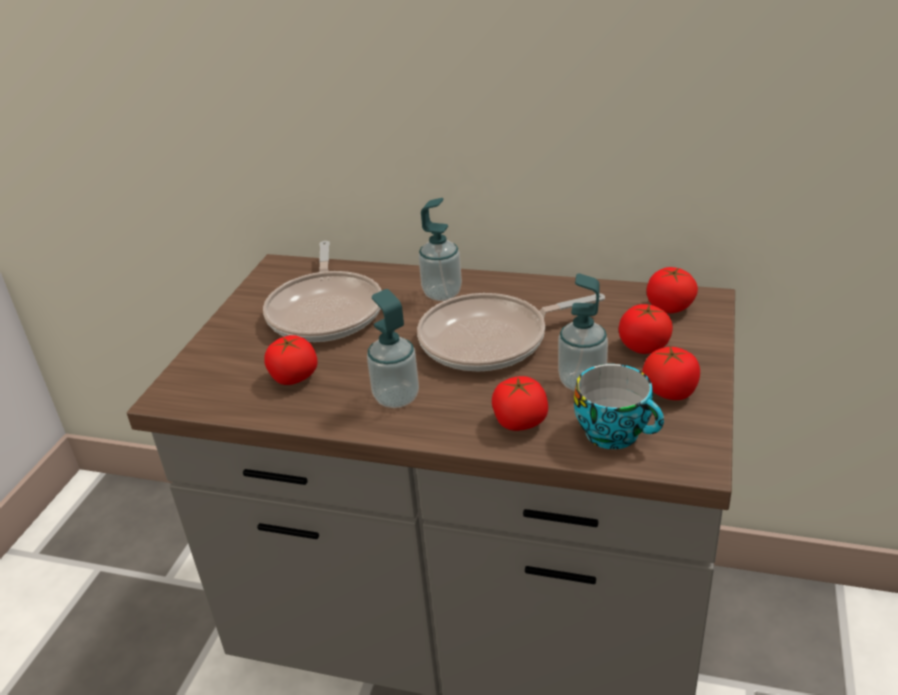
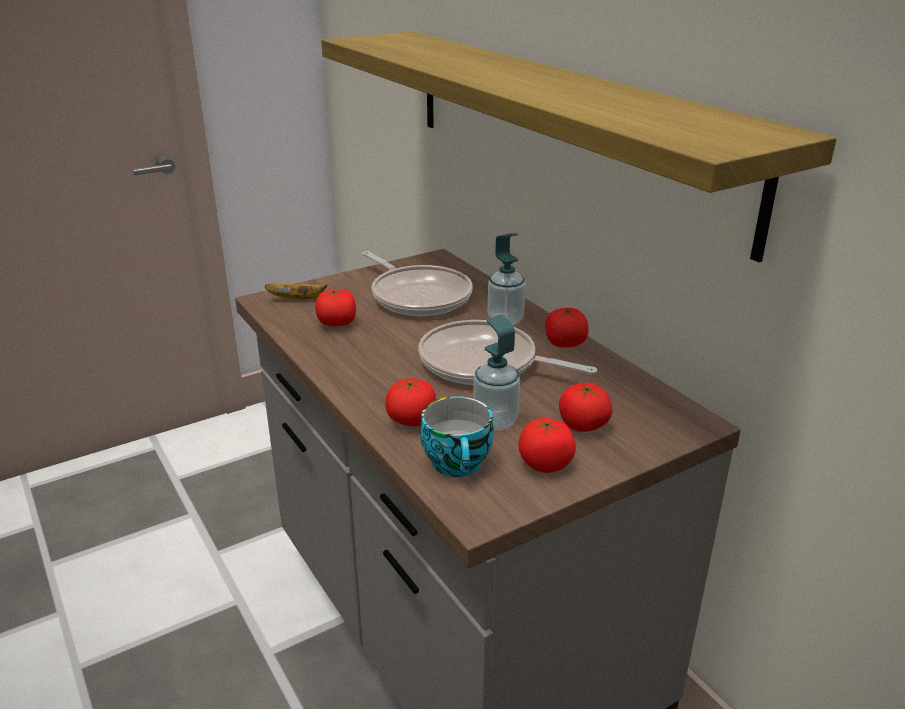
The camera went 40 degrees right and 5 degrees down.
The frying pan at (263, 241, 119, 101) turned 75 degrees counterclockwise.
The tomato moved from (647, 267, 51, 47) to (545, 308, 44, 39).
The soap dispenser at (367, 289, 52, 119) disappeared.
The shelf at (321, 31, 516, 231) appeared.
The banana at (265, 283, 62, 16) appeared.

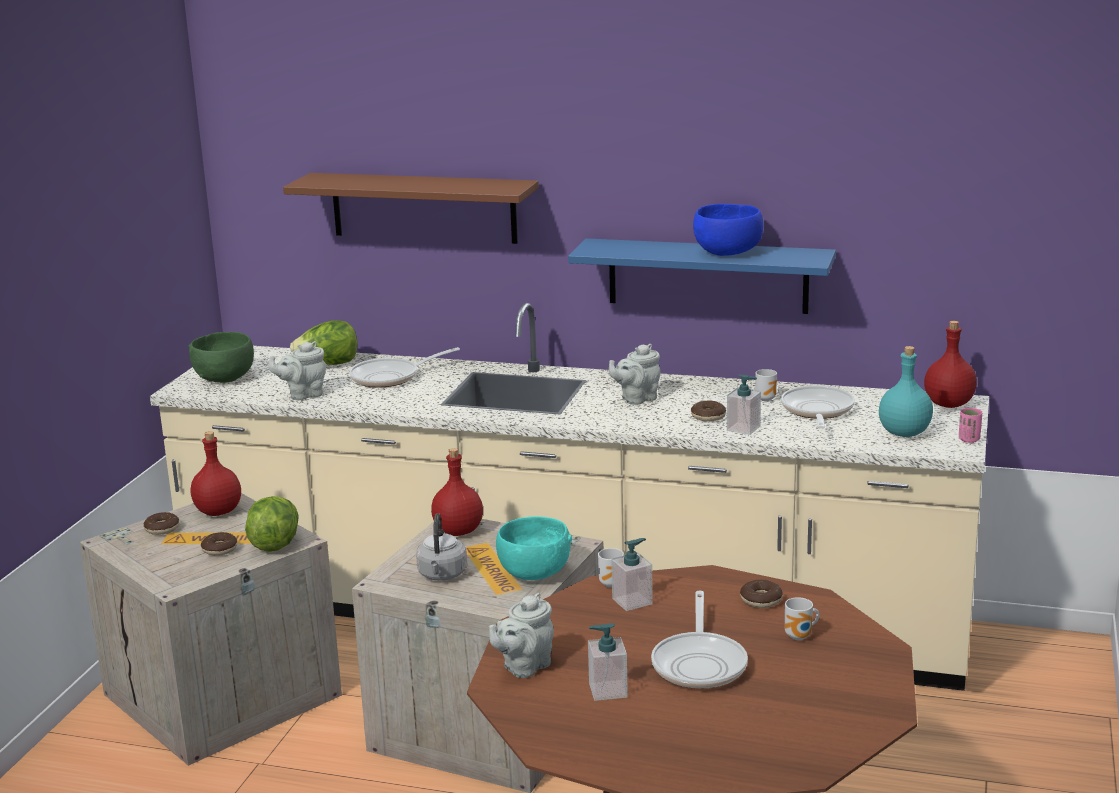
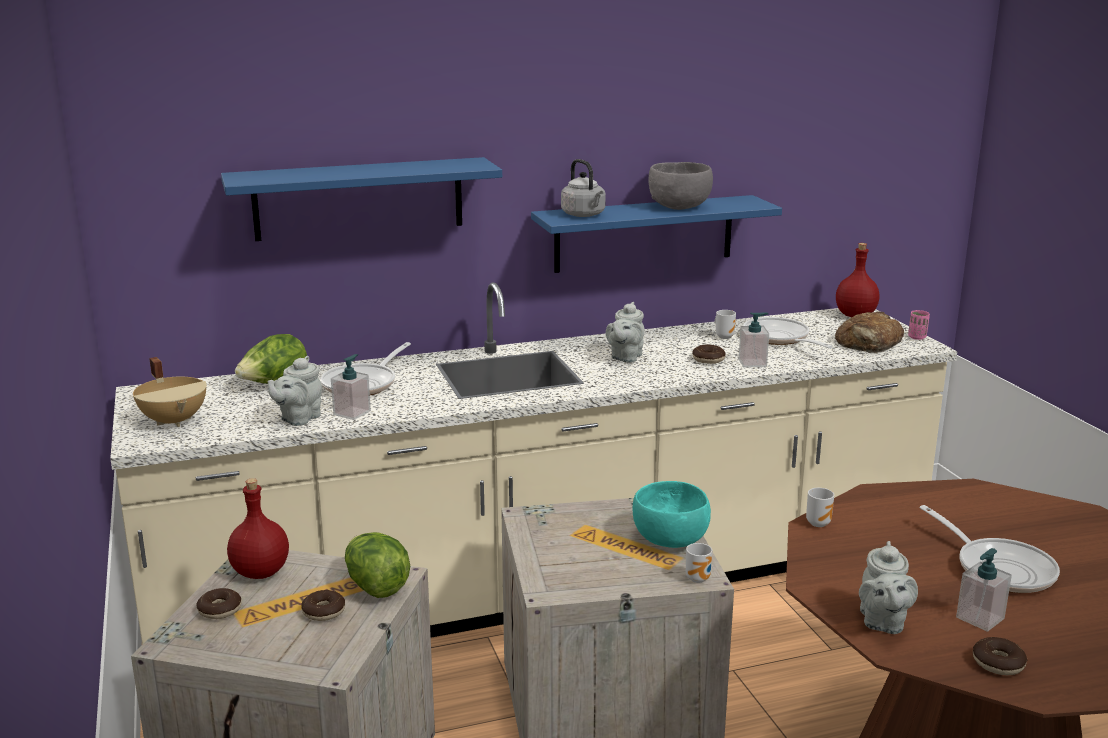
The camera went 35 degrees left and 0 degrees up.
The shelf (brown) at (283, 173, 256, 71) became the shelf (blue) at (221, 157, 281, 84).
The bowl (blue) at (693, 204, 70, 52) became the bowl (grey) at (649, 162, 64, 48).
The bowl (green) at (188, 332, 66, 51) was replaced by the cooking pot (beige) at (133, 357, 74, 70).
The bottle (turquoise) at (879, 346, 54, 91) was replaced by the bread at (835, 312, 69, 41).
The bottle (red) at (431, 448, 52, 88) disappeared.
The kettle (grey) moved from (416, 513, 51, 68) to (561, 159, 45, 58).
The soap dispenser moved from (611, 538, 42, 73) to (331, 354, 40, 66).
The donut moved from (740, 580, 43, 28) to (973, 637, 54, 38).
The mug moved from (785, 597, 34, 43) to (686, 543, 26, 40).

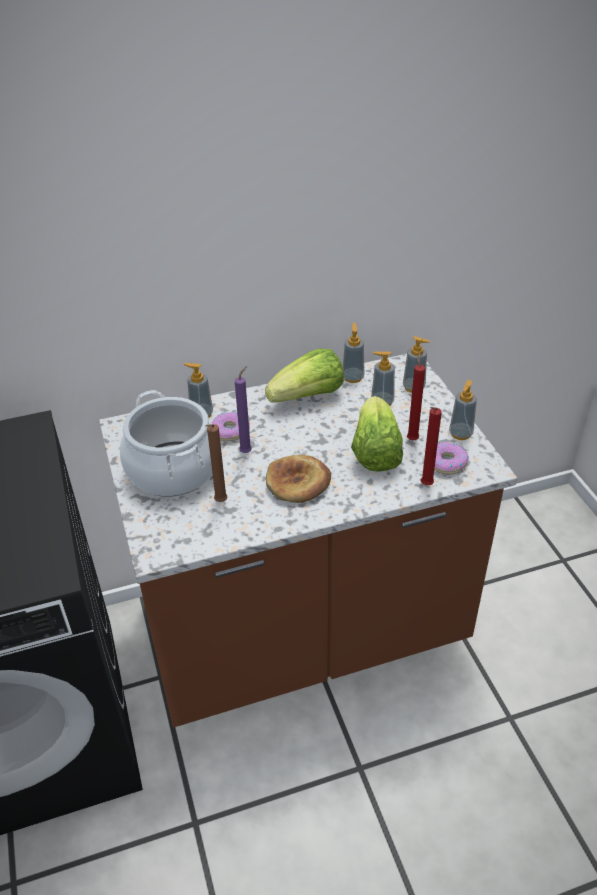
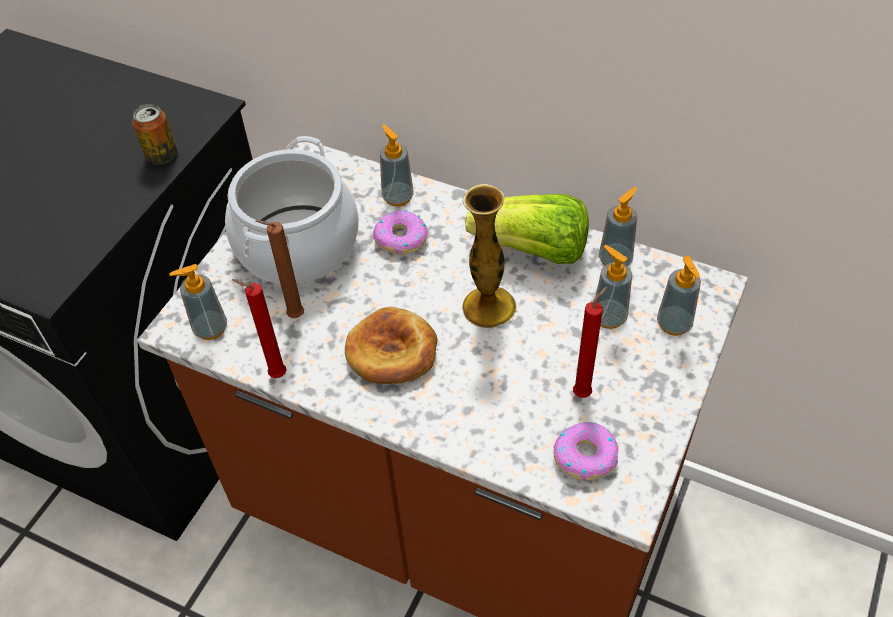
The camera went 45 degrees right and 10 degrees up.
The candle (purple) at (235, 366, 17, 87) disappeared.
The soap dispenser moved from (449, 380, 28, 60) to (169, 264, 58, 76).
The lettuce at (351, 396, 52, 76) disappeared.
The candle (red) moved from (421, 407, 21, 78) to (232, 279, 55, 99).
The can at (132, 104, 45, 60) appeared.
The vase at (462, 184, 55, 145) appeared.

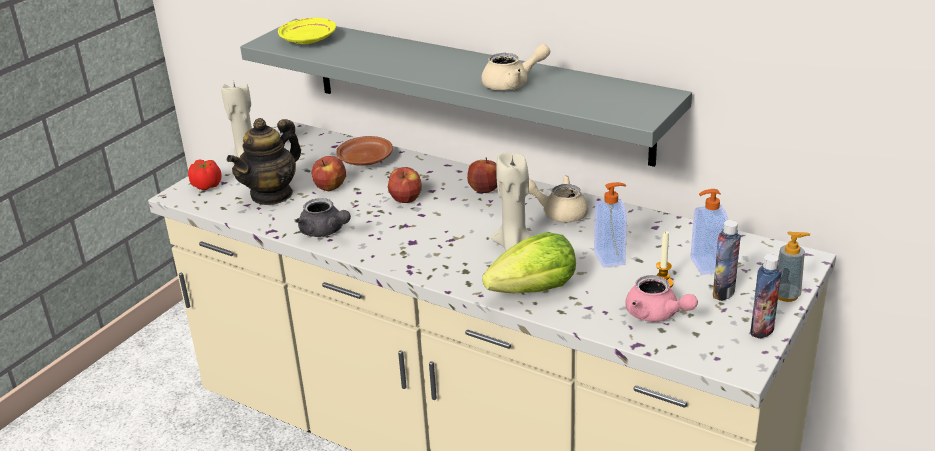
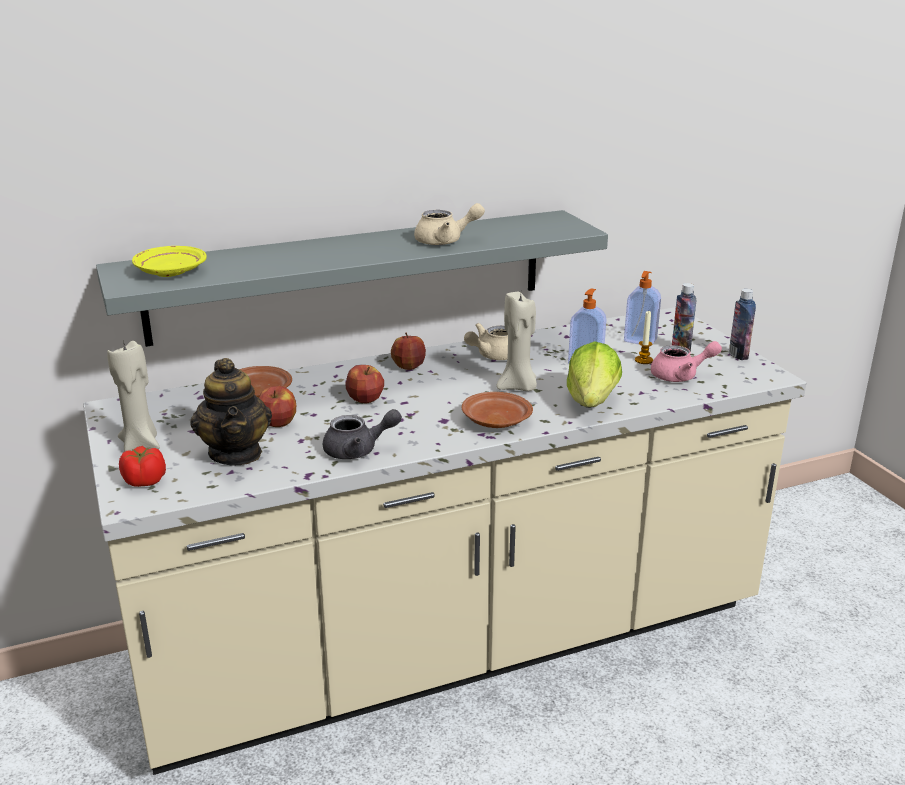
The camera went 55 degrees left and 5 degrees down.
The teapot (beige) at (481, 44, 69, 47) turned 60 degrees clockwise.
The soap dispenser at (778, 232, 32, 70) disappeared.
The plate (brown) at (461, 392, 72, 36) appeared.

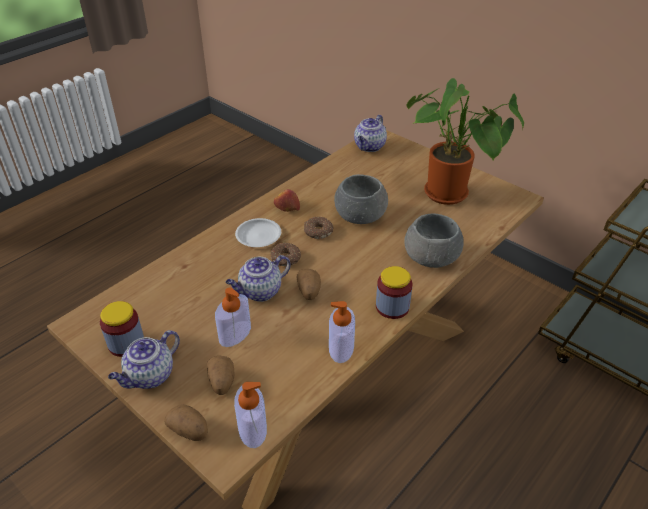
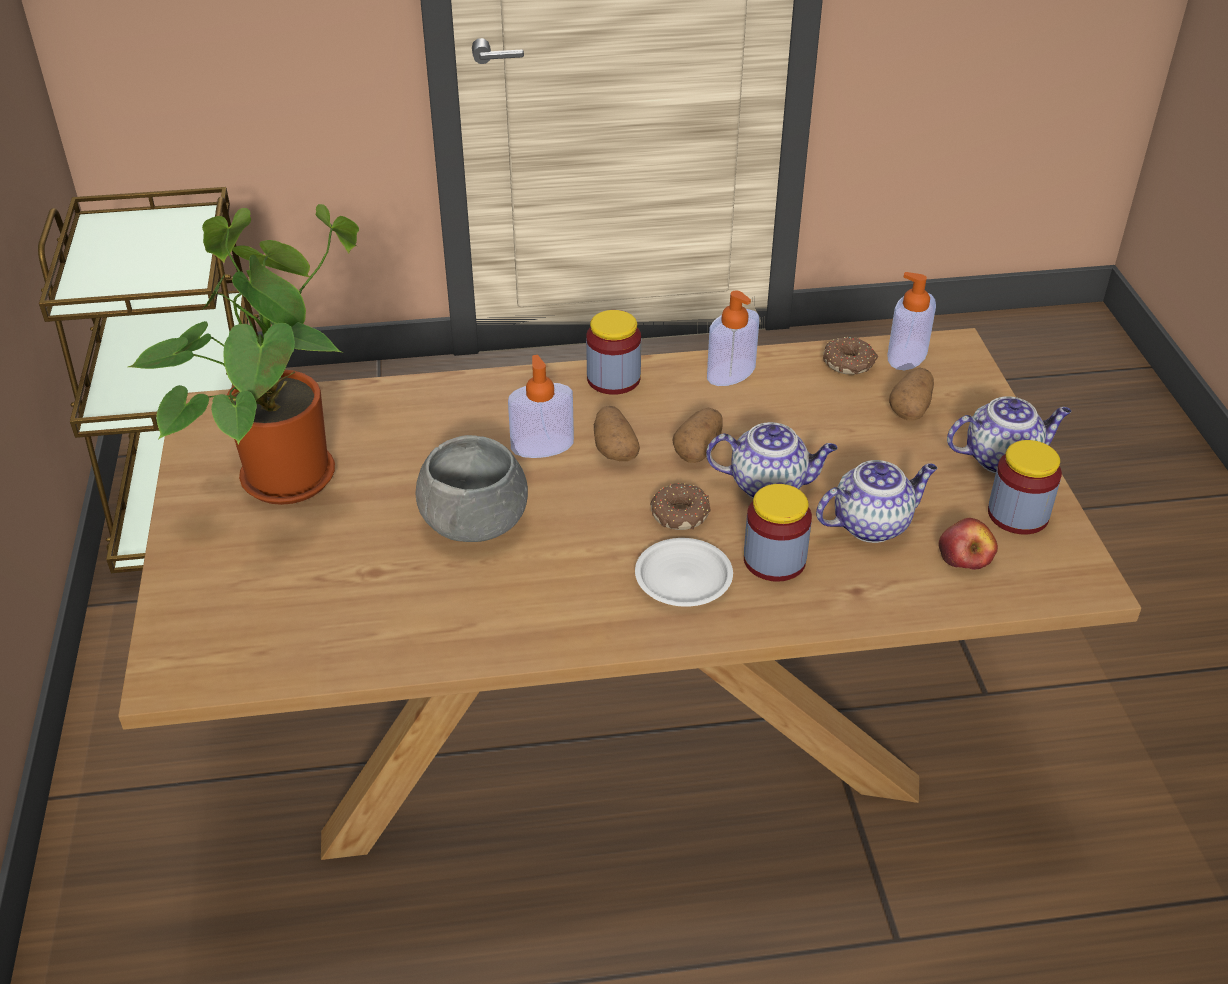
The camera went 140 degrees left and 0 degrees up.
The teapot moved from (354, 115, 33, 37) to (816, 460, 121, 83).
The apple moved from (274, 189, 26, 23) to (938, 518, 60, 52).
The bowl (grey) at (404, 214, 60, 54) disappeared.
The donut moved from (304, 216, 30, 23) to (823, 337, 56, 38).
The soap dispenser moved from (215, 288, 36, 59) to (508, 355, 66, 103).
The potato moved from (164, 404, 44, 37) to (594, 406, 46, 55).
The jar at (744, 484, 68, 98) appeared.

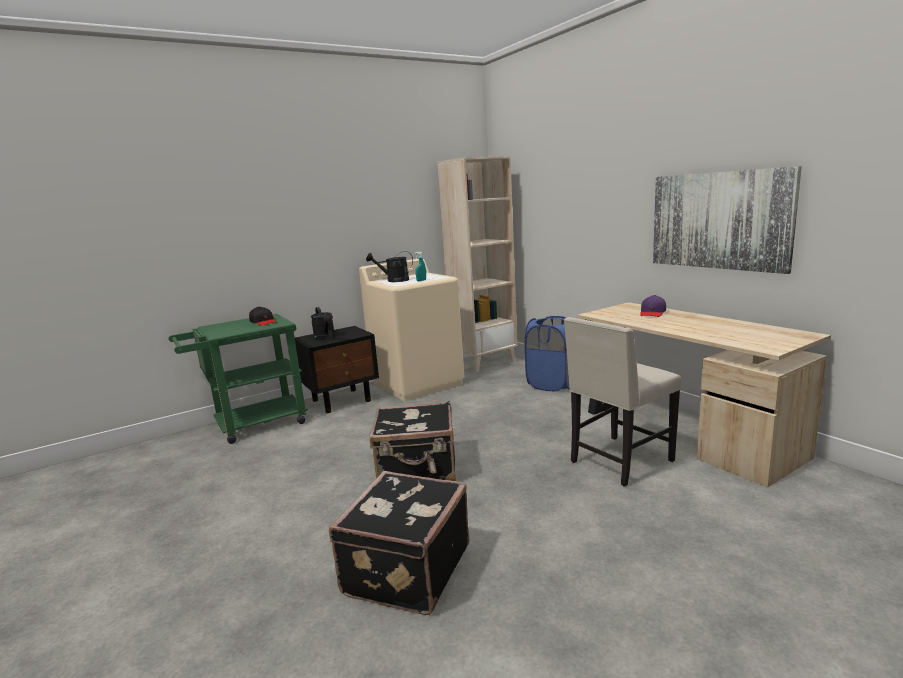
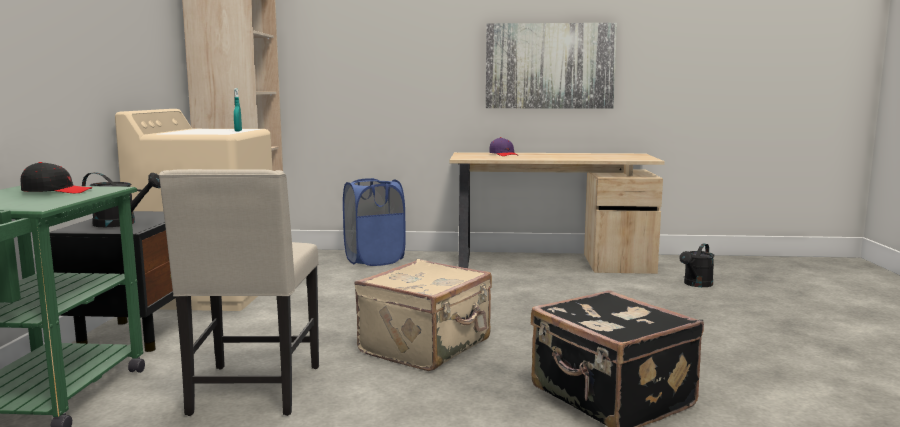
The camera went 55 degrees left and 5 degrees down.
The watering can (black) moved from (366, 251, 47, 31) to (679, 243, 35, 44).
The chair (beige) moved from (564, 317, 117, 169) to (158, 169, 161, 247).
The suitcase (black) at (370, 401, 86, 80) became the suitcase (beige) at (354, 259, 138, 112).

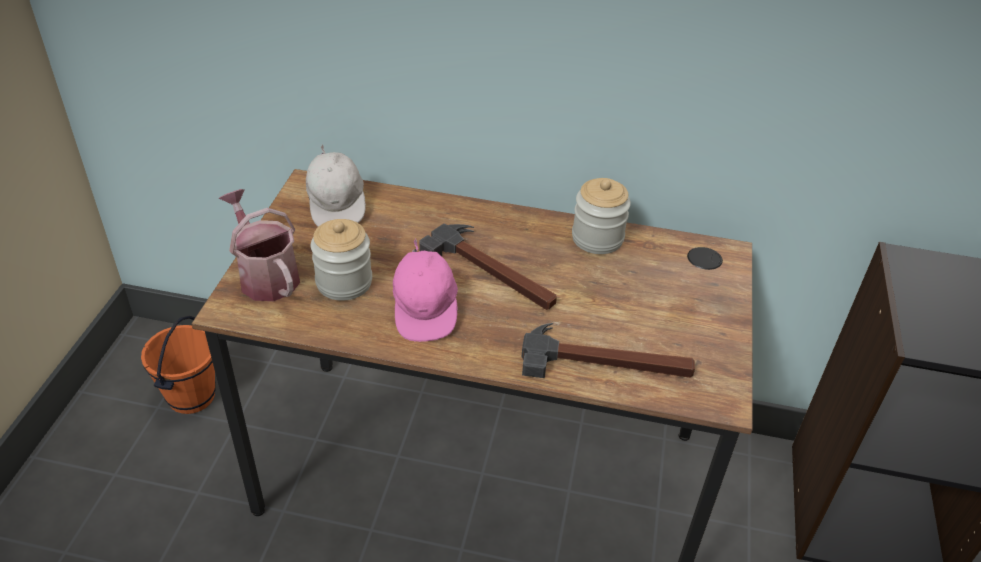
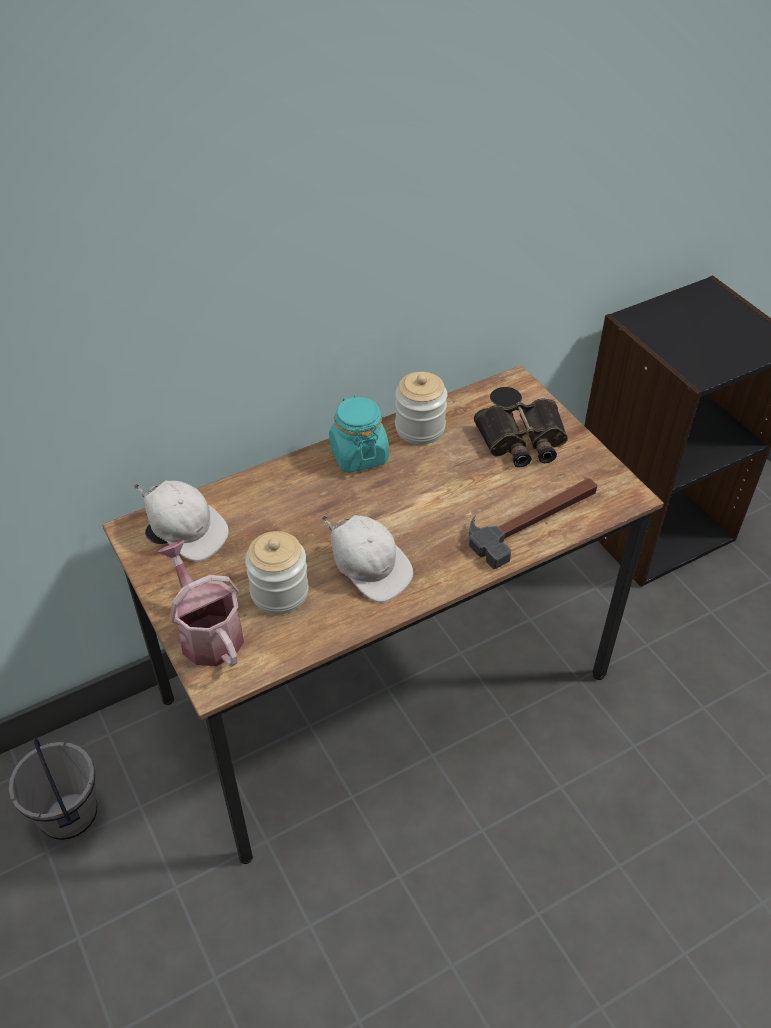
The camera went 40 degrees left and 5 degrees up.
The watering can at (219, 189, 81, 112) turned 45 degrees clockwise.
The hammer at (419, 224, 138, 86) disappeared.
The cap (pink) at (393, 239, 65, 103) became the cap (white) at (321, 515, 92, 88).
The bucket (orange) at (141, 316, 75, 98) became the bucket (grey) at (9, 738, 88, 104).
The jar (turquoise) at (329, 396, 60, 77) appeared.
The binoculars at (474, 398, 94, 69) appeared.

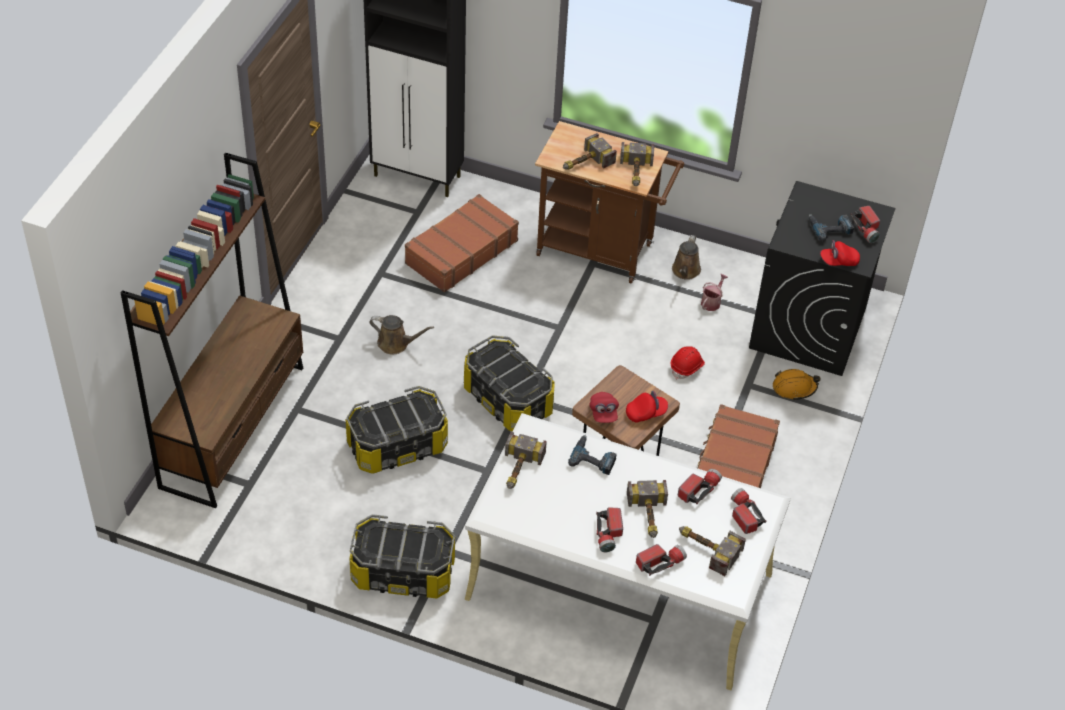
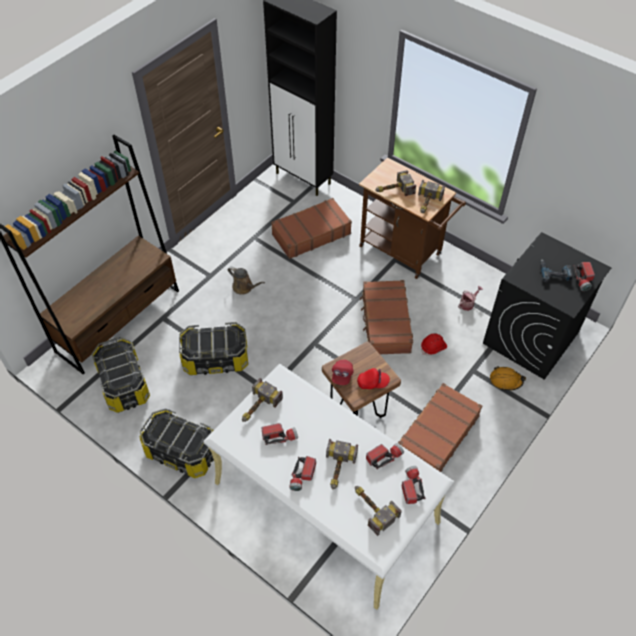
The camera went 20 degrees right and 5 degrees up.
The watering can (brown) at (672, 235, 29, 45) disappeared.
The cap (red) at (820, 240, 40, 26) disappeared.
The storage box moved from (464, 335, 91, 96) to (92, 337, 58, 76).
The power drill at (568, 435, 49, 40) disappeared.
The flashlight moved from (636, 544, 51, 32) to (262, 423, 36, 22).
The suitcase (brown) at (360, 280, 53, 74) appeared.

